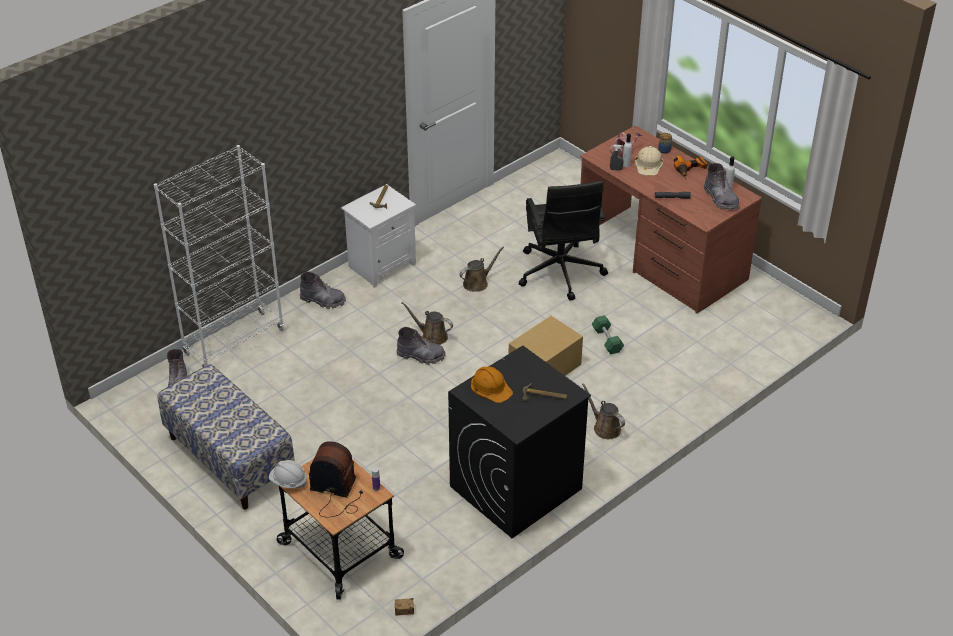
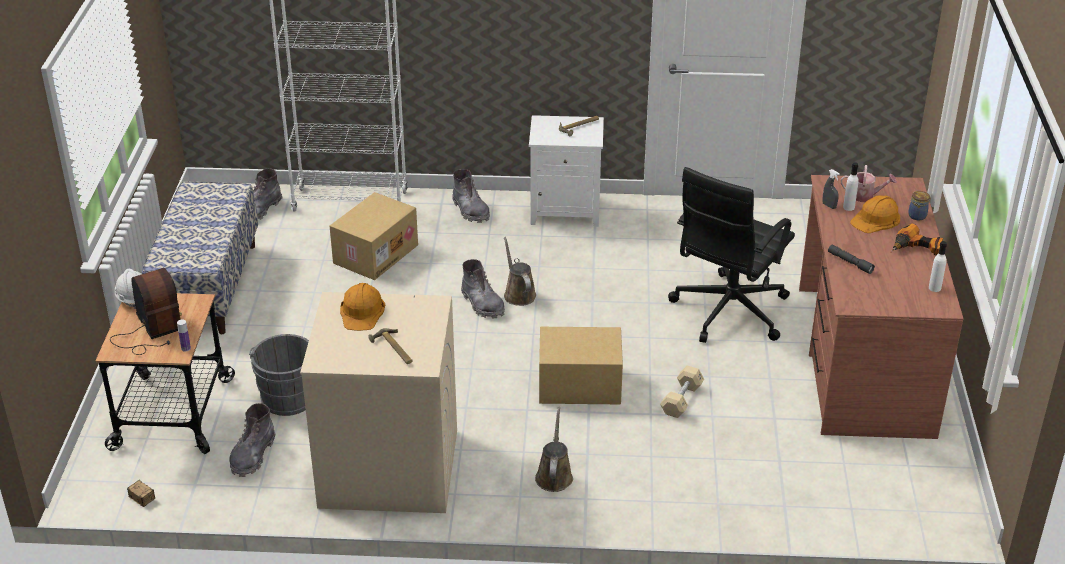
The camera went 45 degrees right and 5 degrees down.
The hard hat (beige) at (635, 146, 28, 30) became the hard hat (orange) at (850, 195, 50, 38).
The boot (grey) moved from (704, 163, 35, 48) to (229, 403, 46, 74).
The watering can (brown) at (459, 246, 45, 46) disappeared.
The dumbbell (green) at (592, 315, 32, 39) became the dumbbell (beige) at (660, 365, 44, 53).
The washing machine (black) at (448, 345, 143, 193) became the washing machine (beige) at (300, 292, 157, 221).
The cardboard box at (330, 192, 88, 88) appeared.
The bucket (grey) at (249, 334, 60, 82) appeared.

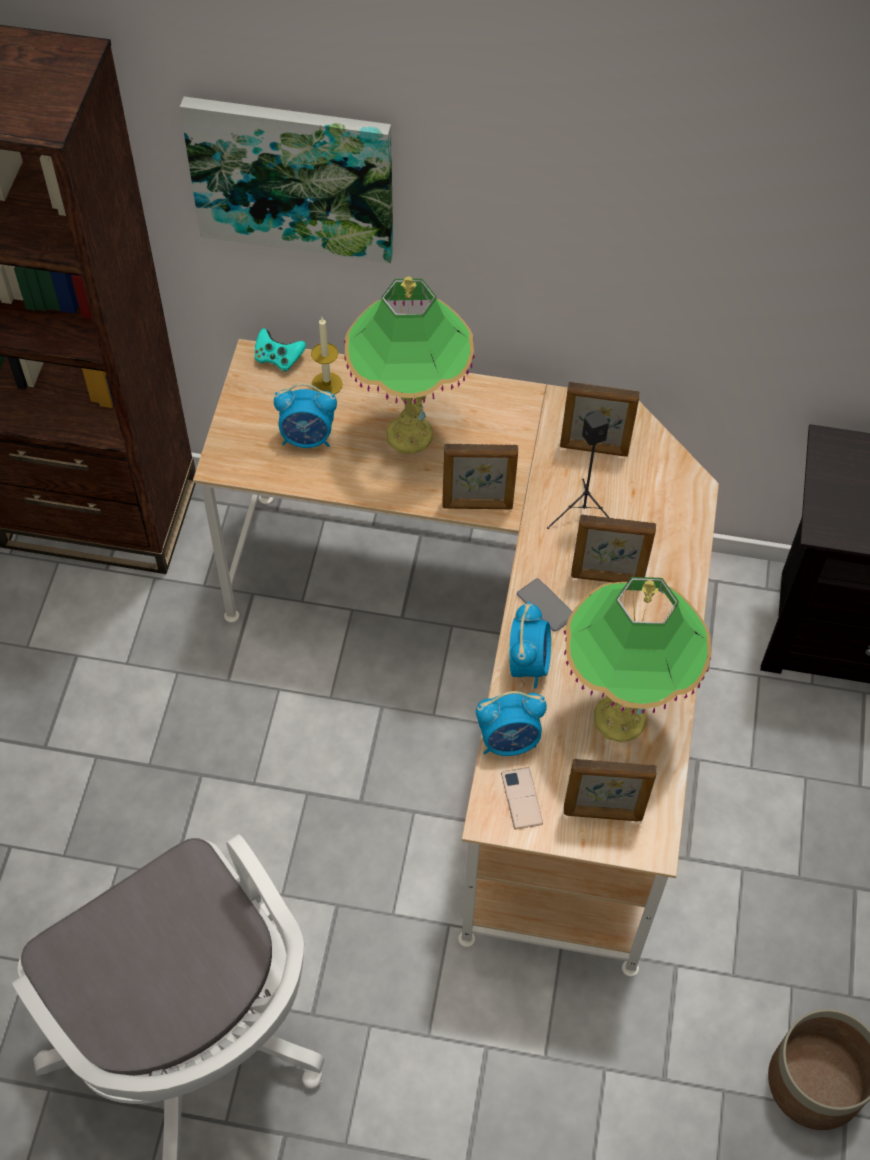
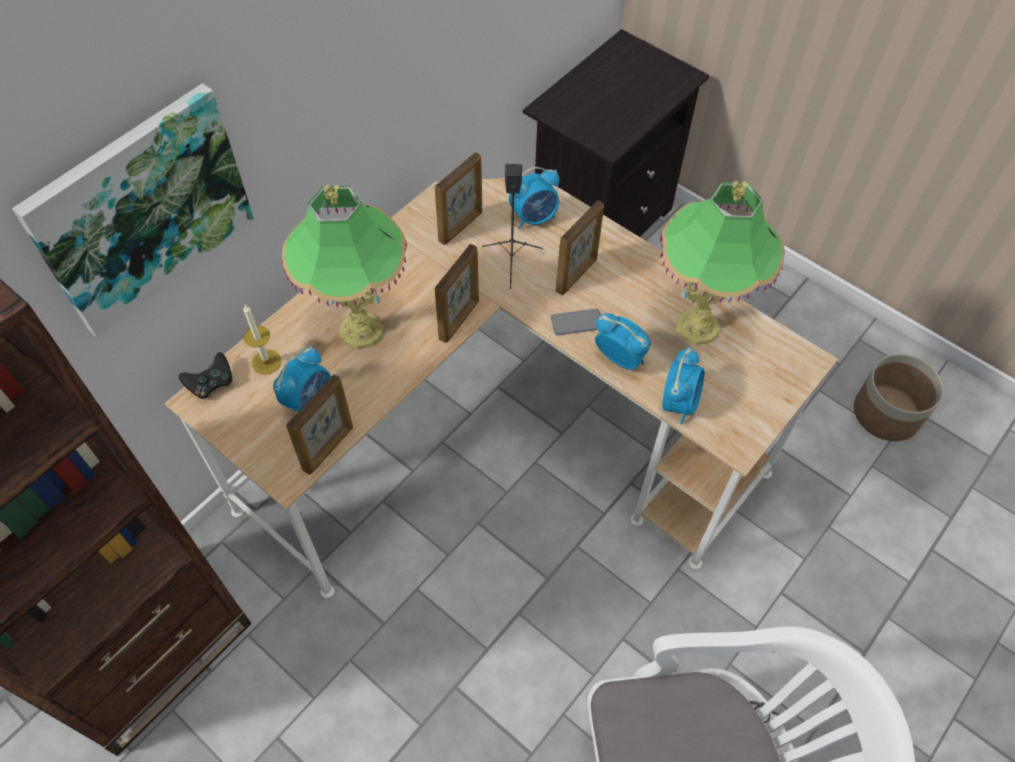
The camera went 60 degrees left and 0 degrees up.
The game controller (turquoise) at (255, 328, 51, 44) became the game controller (black) at (179, 352, 54, 47).
The picture frame moved from (564, 759, 93, 62) to (286, 374, 67, 100).
The phone at (501, 767, 42, 63) disappeared.
The alarm clock at (509, 167, 51, 62) appeared.

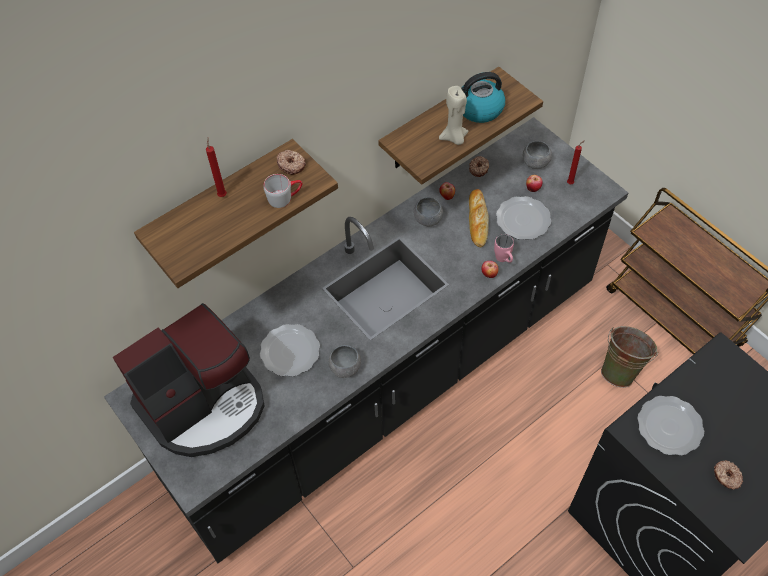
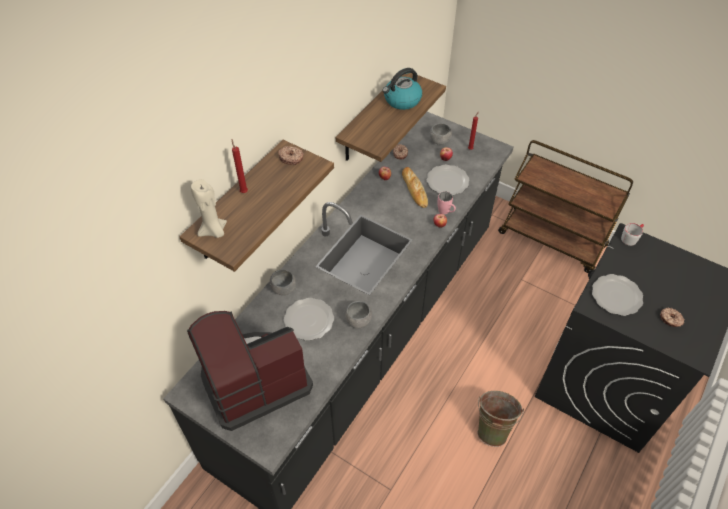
The camera went 20 degrees left and 5 degrees down.
The candle (beige) moved from (439, 86, 29, 59) to (191, 179, 36, 59).
The mug (grey) moved from (263, 174, 40, 34) to (621, 223, 23, 23).
The bowl (grey) moved from (413, 197, 30, 29) to (270, 269, 26, 26).
The coffee machine at (112, 303, 153, 154) turned 150 degrees counterclockwise.
The bucket (green) moved from (601, 326, 57, 62) to (478, 391, 46, 56).

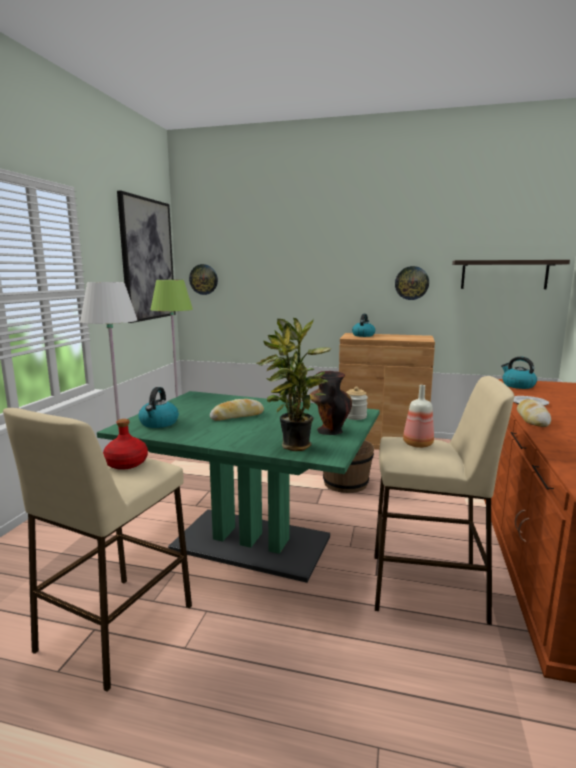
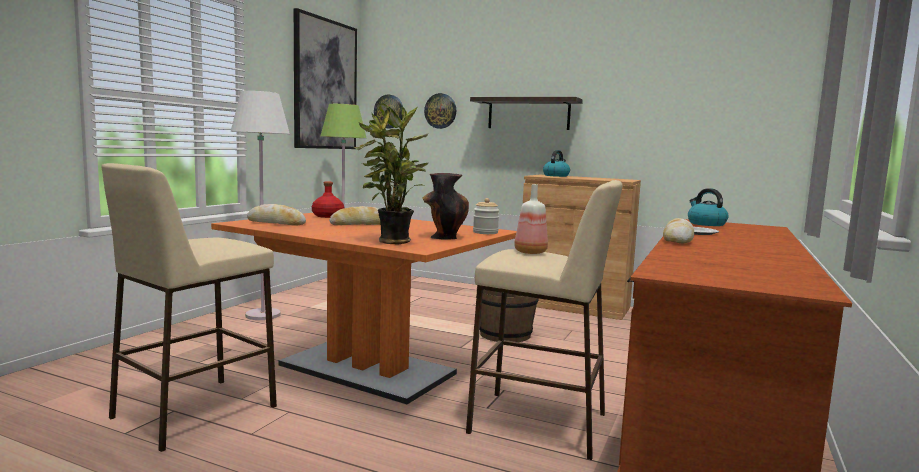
The camera went 10 degrees right and 5 degrees down.
The shelf moved from (452, 260, 118, 29) to (470, 97, 113, 33).
The wall clock moved from (395, 266, 34, 34) to (424, 93, 32, 36).
The kettle at (138, 387, 41, 41) was replaced by the bread at (247, 204, 59, 22).
The dining table (green) at (97, 391, 283, 192) became the dining table (orange) at (211, 213, 306, 192).
The bottle (red) moved from (103, 419, 45, 51) to (312, 182, 32, 36).

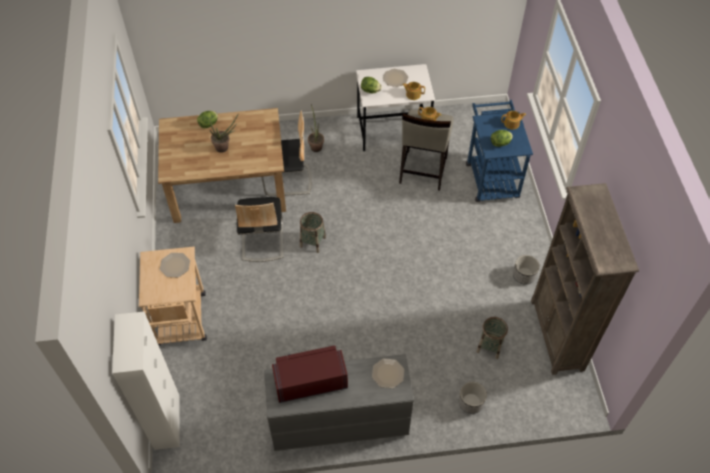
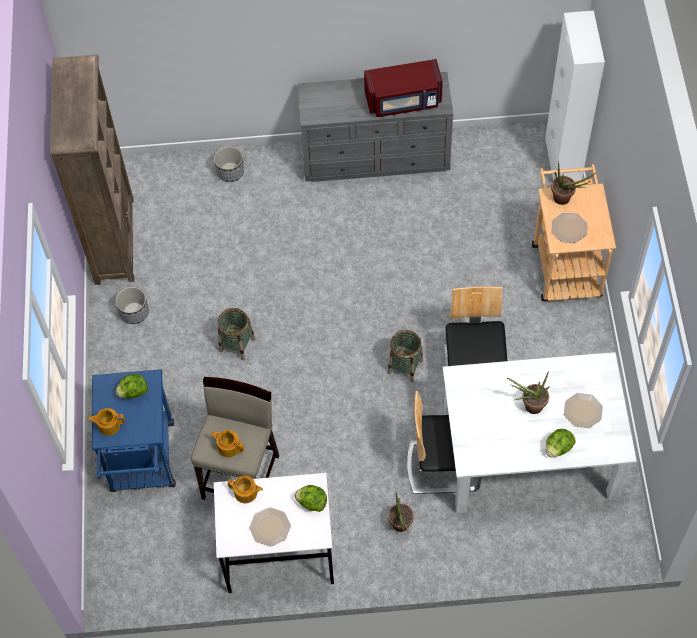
The camera went 175 degrees left and 5 degrees up.
The dining table (brown) at (158, 108, 128, 115) became the dining table (white) at (443, 352, 194, 161).
The basket moved from (476, 317, 32, 42) to (218, 308, 37, 52).
The plate moved from (372, 358, 32, 30) to (564, 393, 39, 35).
The potted plant at (551, 161, 46, 44) appeared.

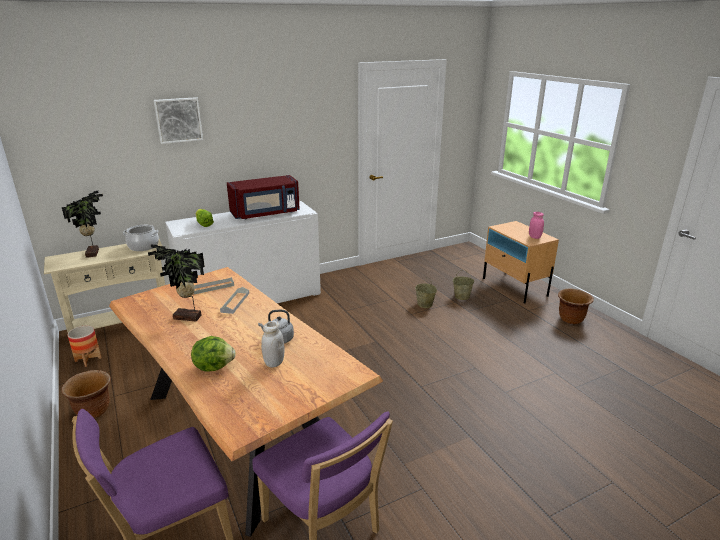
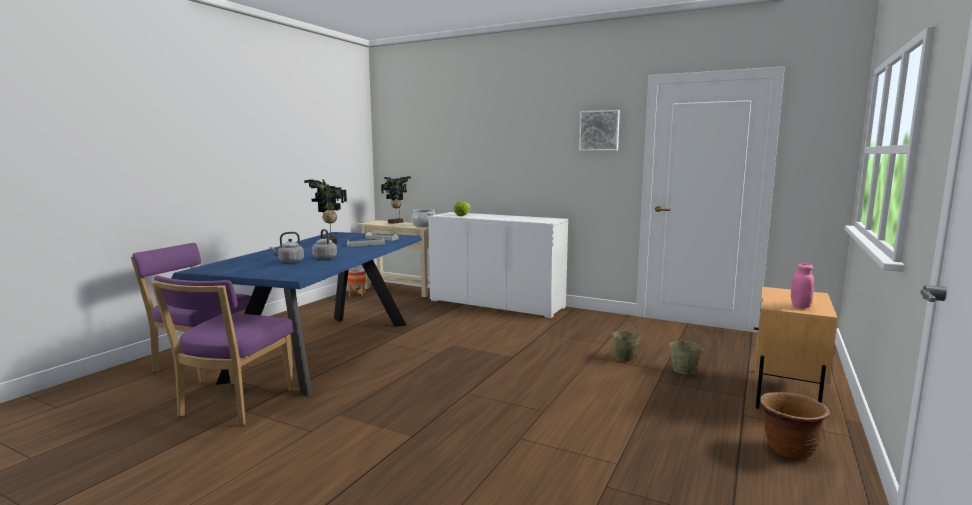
The camera went 55 degrees right and 15 degrees down.
The picture moved from (153, 97, 50, 47) to (579, 110, 41, 41).
The microwave (red) at (227, 175, 73, 44) disappeared.
The dining table (brown) at (109, 267, 274, 270) became the dining table (blue) at (171, 232, 251, 165).
The jar (white) at (261, 321, 23, 46) was replaced by the kettle (grey) at (270, 232, 34, 31).
The lettuce at (191, 336, 45, 35) disappeared.
The planter (brown) at (61, 370, 50, 49) disappeared.

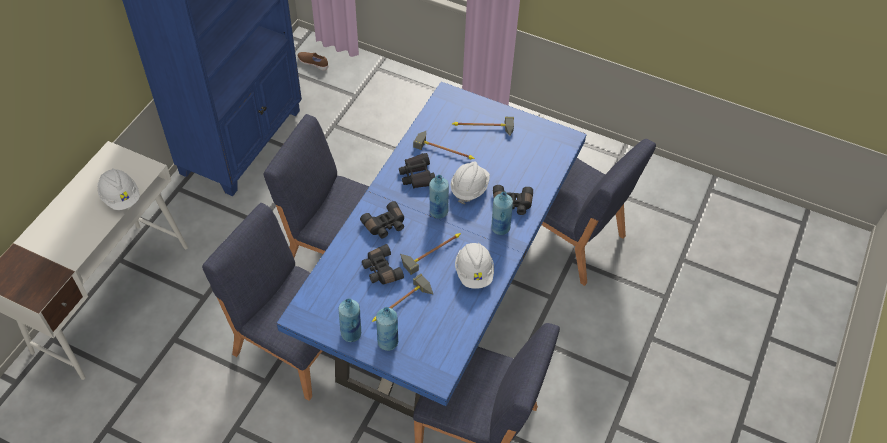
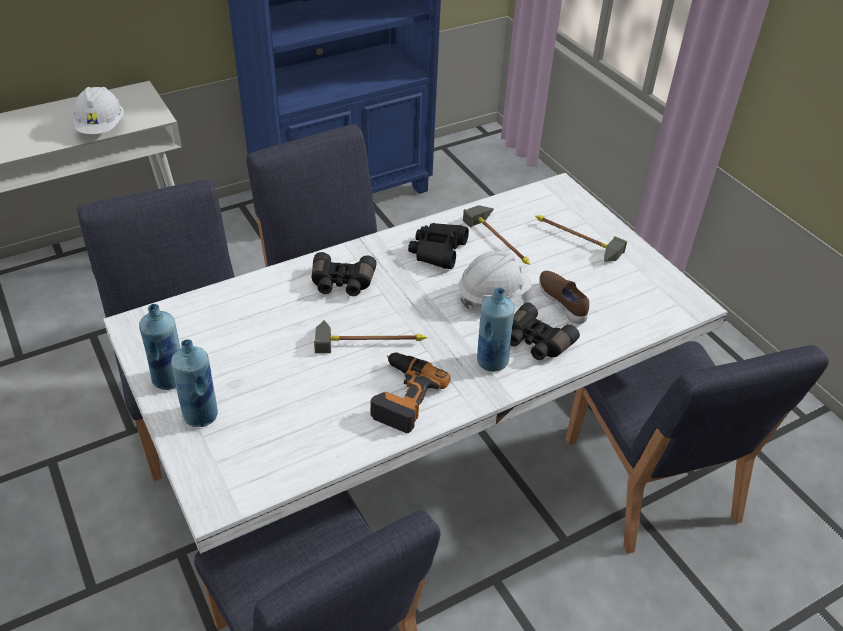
The camera went 35 degrees right and 10 degrees down.
The shoe (brown) moved from (297, 52, 31, 18) to (539, 271, 50, 53).
The dining table (blue) at (276, 82, 311, 336) became the dining table (white) at (103, 173, 625, 381).
The bottle (blue) at (429, 175, 20, 43) disappeared.
The hard hat (white) at (455, 243, 39, 46) was replaced by the power drill at (371, 352, 79, 81).
The binoculars (black) at (362, 244, 42, 40) disappeared.
The hammer at (372, 273, 62, 49) disappeared.

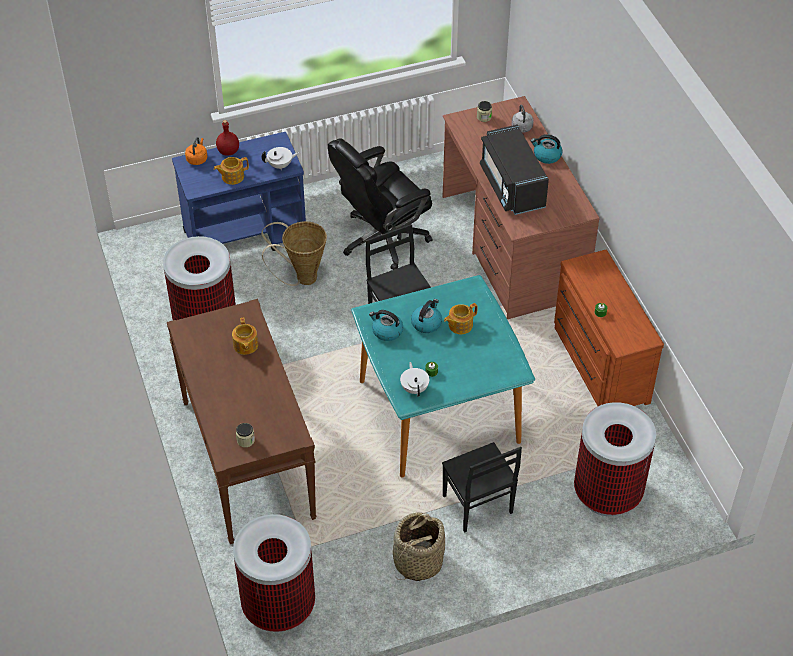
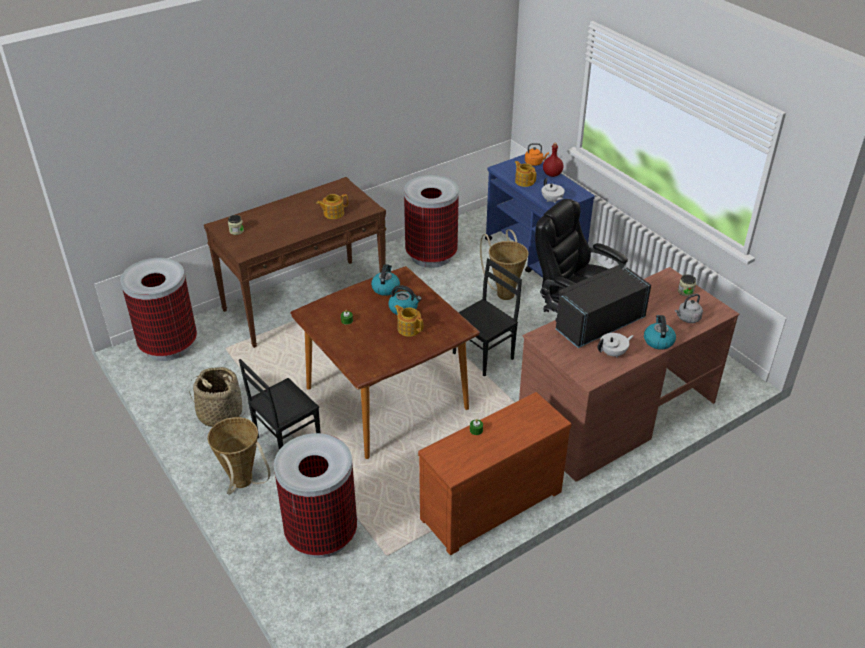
The camera went 75 degrees right and 10 degrees down.
The dining table (turquoise) at (351, 275, 184, 203) became the dining table (brown) at (290, 266, 190, 193).
The teapot (white) moved from (400, 362, 29, 35) to (598, 333, 36, 25).
The basket at (208, 417, 62, 78) appeared.

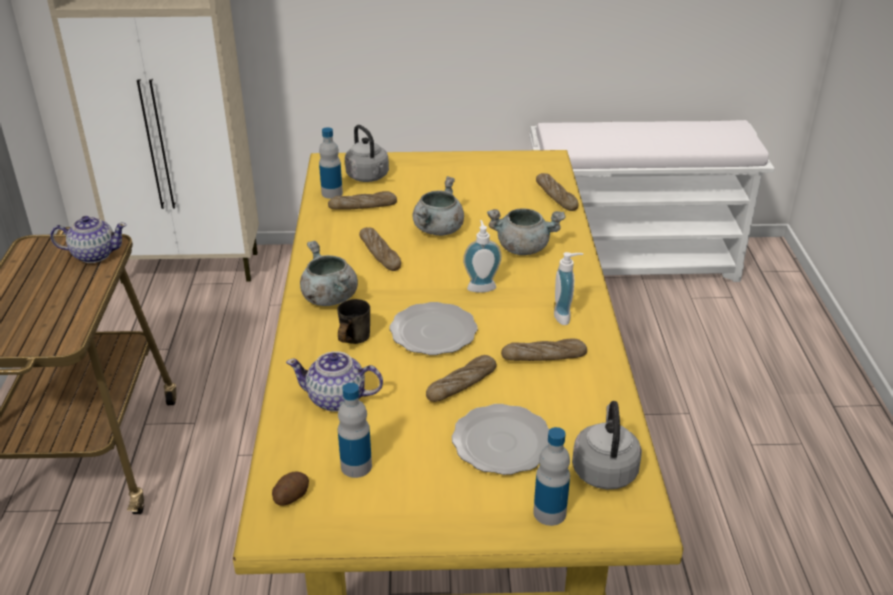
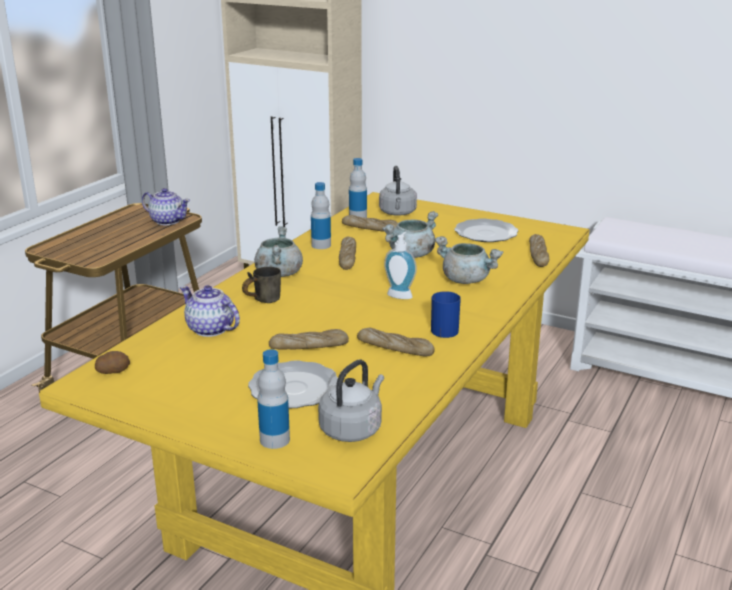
The camera went 30 degrees right and 10 degrees down.
The soap dispenser at (554, 252, 29, 73) was replaced by the mug (blue) at (431, 291, 30, 47).
The plate moved from (389, 302, 89, 53) to (454, 219, 64, 23).
The bottle moved from (338, 383, 34, 95) to (311, 182, 20, 67).

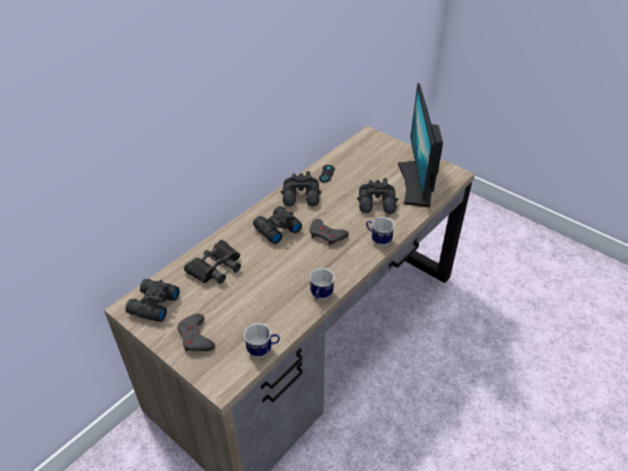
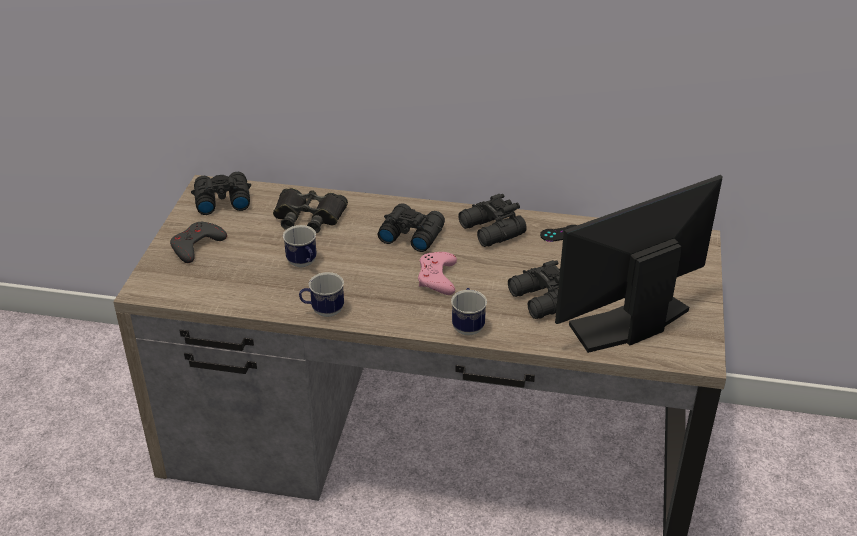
The camera went 60 degrees right and 5 degrees down.
The game controller (grey) at (310, 219, 39, 27) became the game controller (pink) at (418, 252, 39, 43).
The mug moved from (244, 323, 36, 34) to (283, 225, 34, 42).

